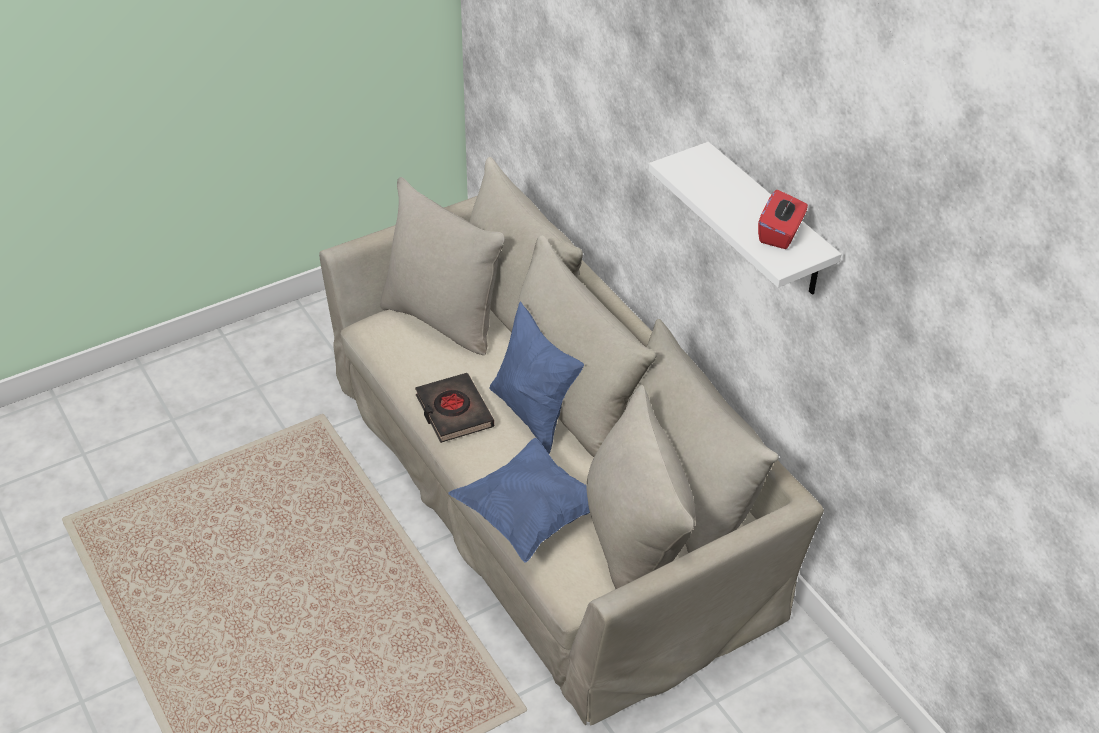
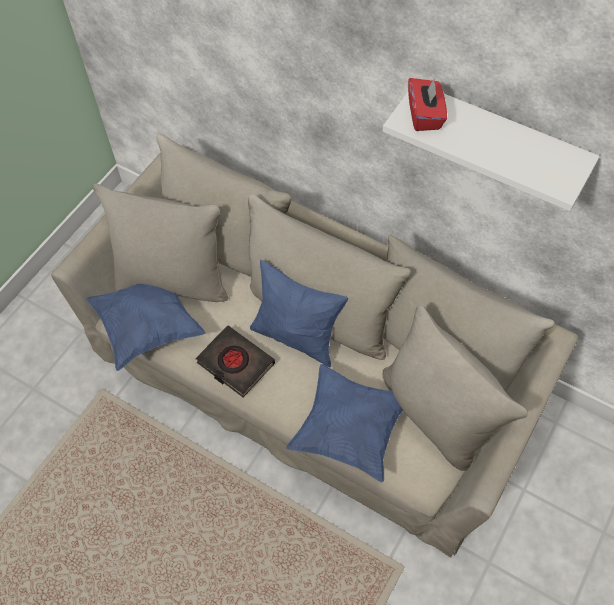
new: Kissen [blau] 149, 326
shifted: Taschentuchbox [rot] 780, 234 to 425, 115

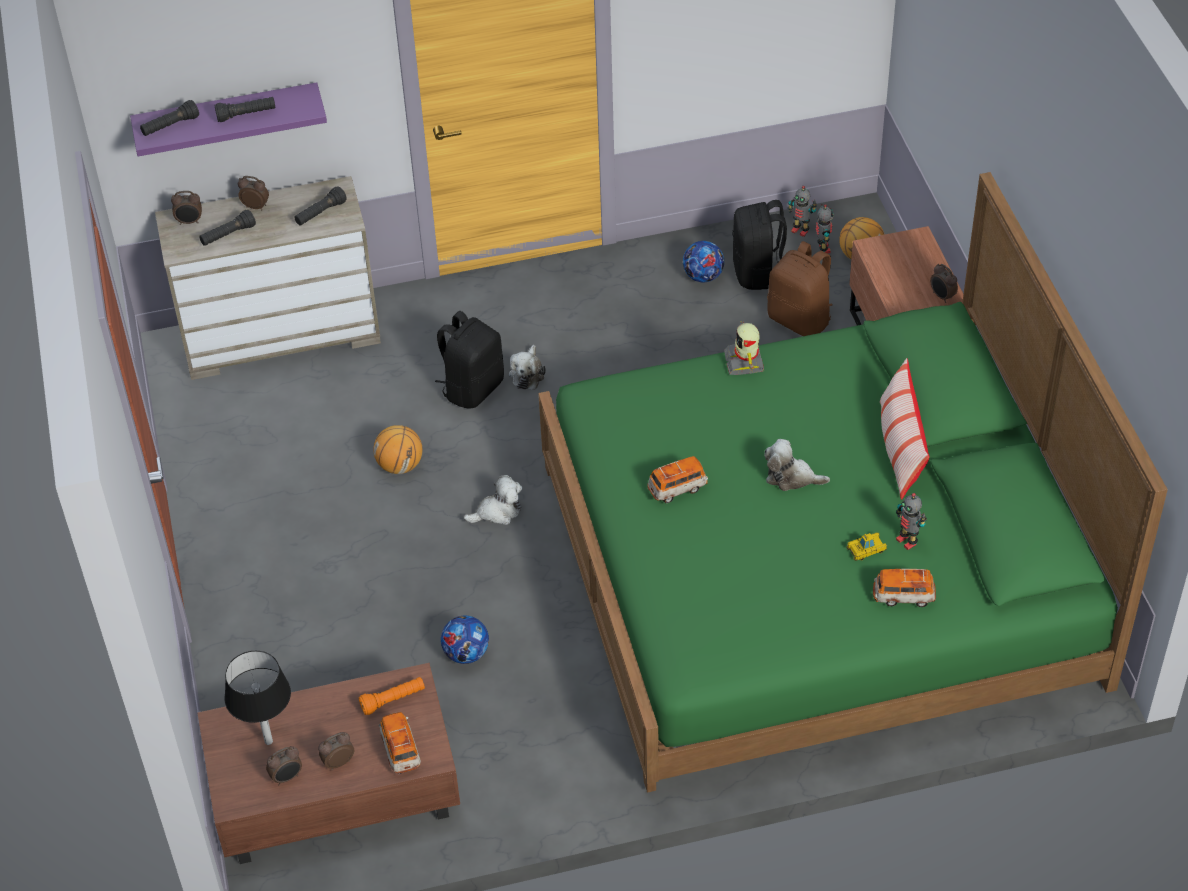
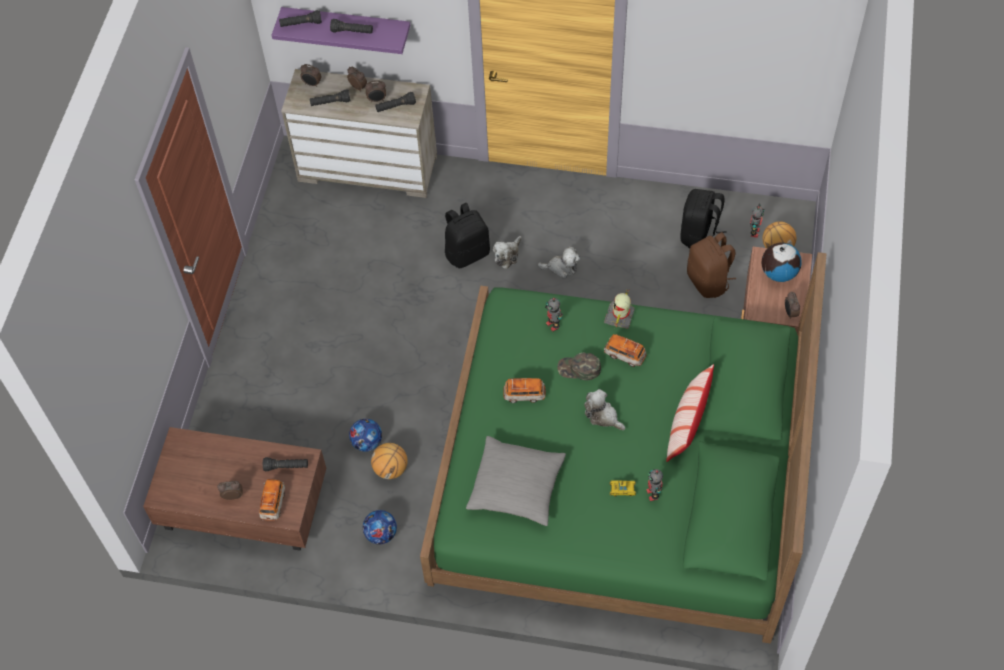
gone: Tischlampe [schwarz] 269, 741
new: Globus 778, 272; Kappe [grün] 579, 369; Kissen [grau] 516, 487
shifted: Spielzeugroboter 800, 230 to 553, 325; Fußball 703, 276 to 381, 534; Basketball 400, 465 to 391, 469; Plüschtier 497, 512 to 561, 267; Spielzeugauto 903, 596 to 624, 355; Wecker 287, 777 to 377, 100
repainted: Taschenlampe [orange] 393, 700 to Taschenlampe [schwarz] 286, 467

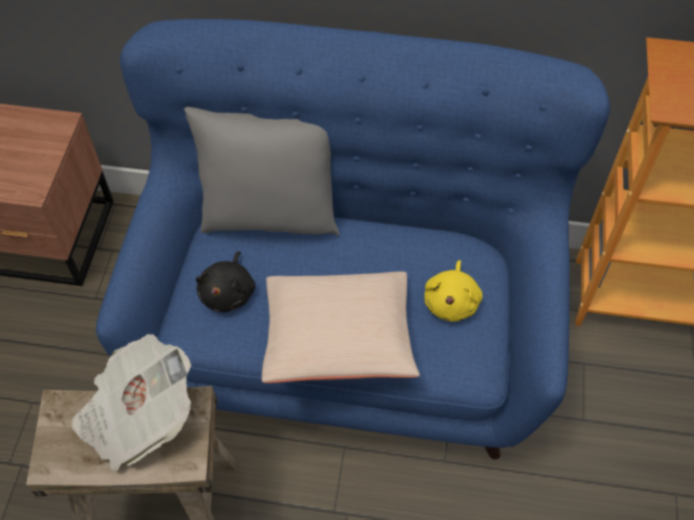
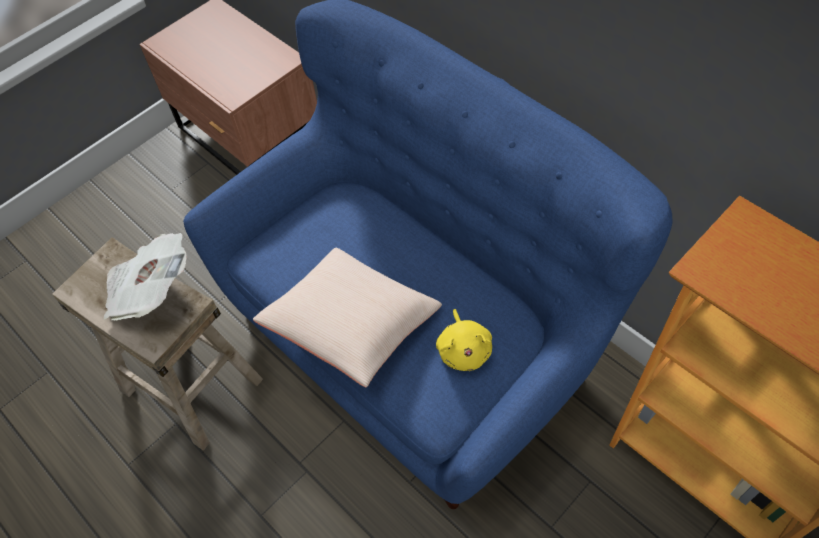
gone: Kissen [grau] 270, 216; Plüschtier [schwarz] 228, 292
rotated: Plüschtier [gelb] 451, 301 = 464, 349 60 degrees counterclockwise

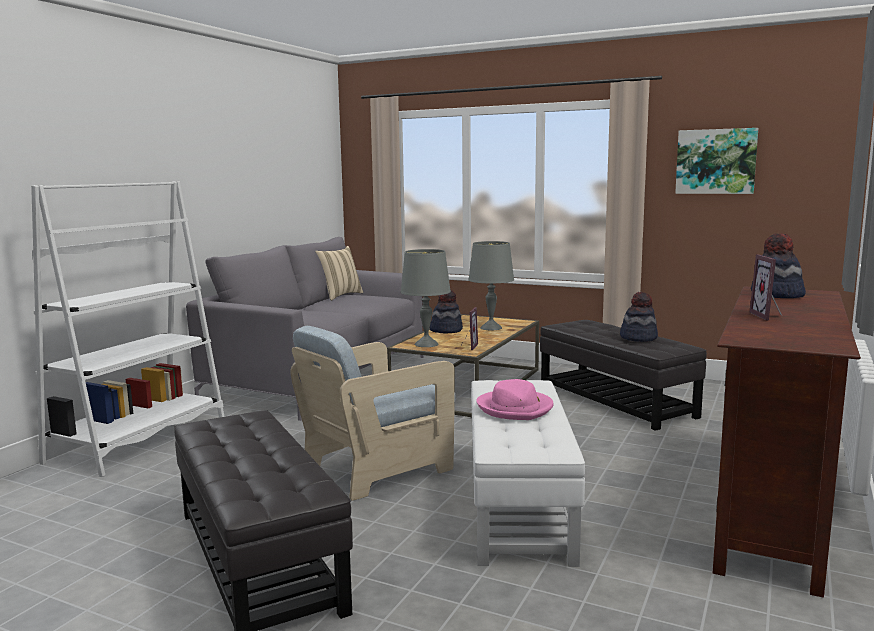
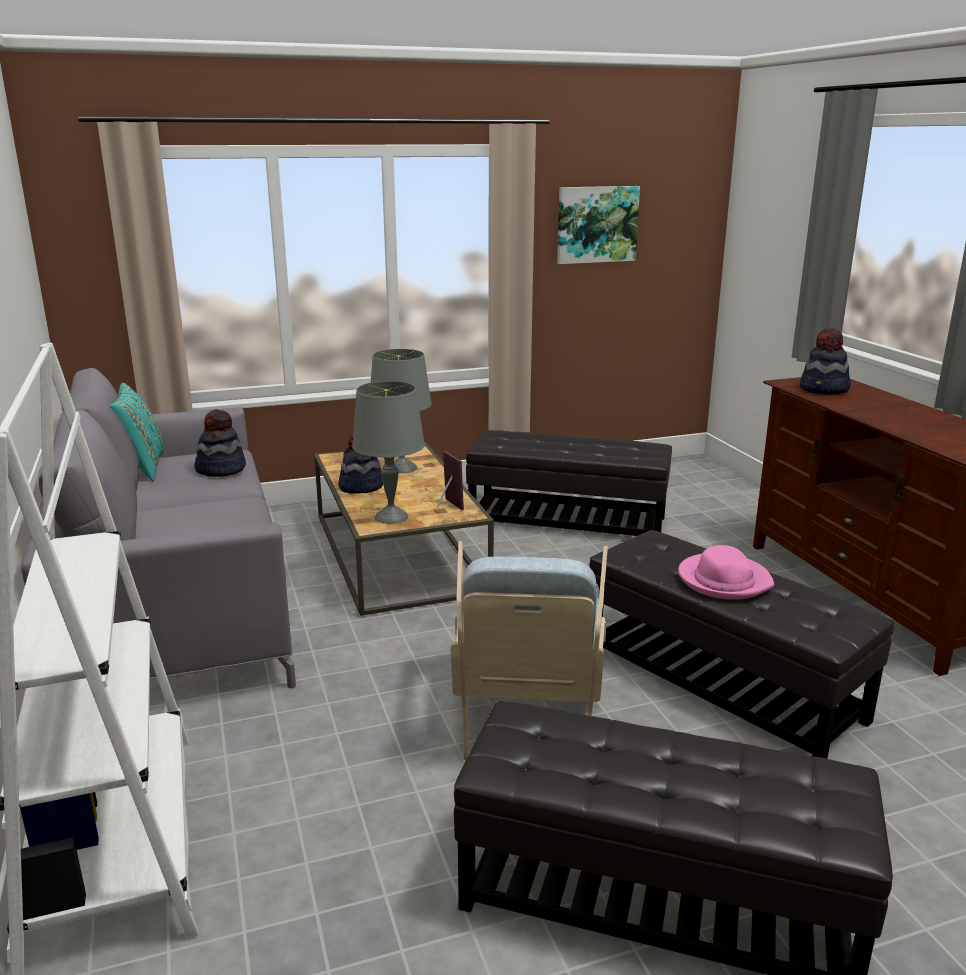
gone: Bilderrahmen 769, 316
shifted: Hut 638, 338 to 221, 469
repainted: Kissen [beige] 339, 296 to Kissen [türkis] 141, 468; Polsterhocker [weiß] 519, 504 to Polsterhocker [schwarz] 721, 682

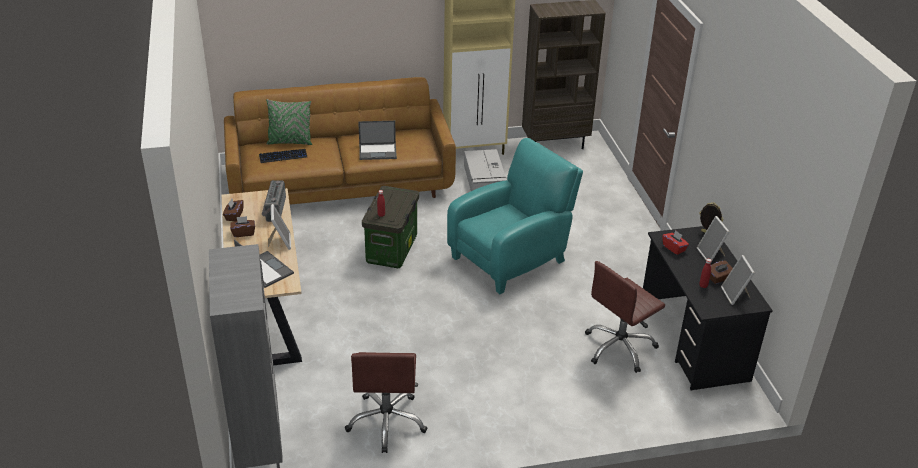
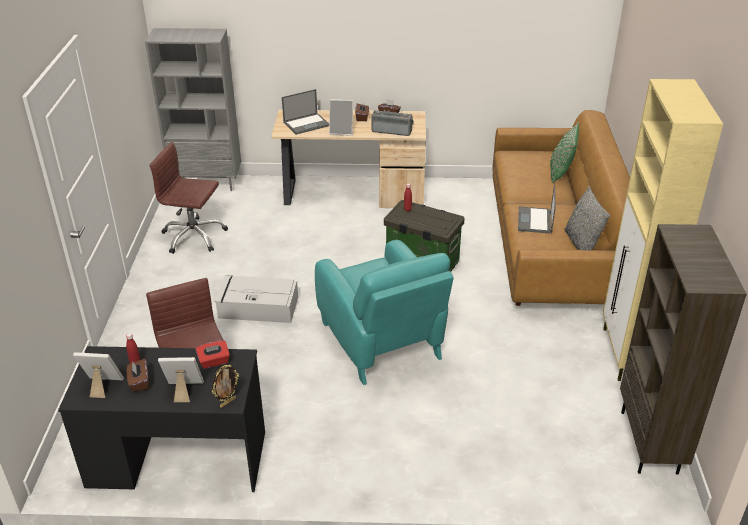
gone: Tastatur 283, 156
new: Kissen [grau] 581, 244
shifted: Aufbewahrungsbox [grau] 484, 180 to 257, 307

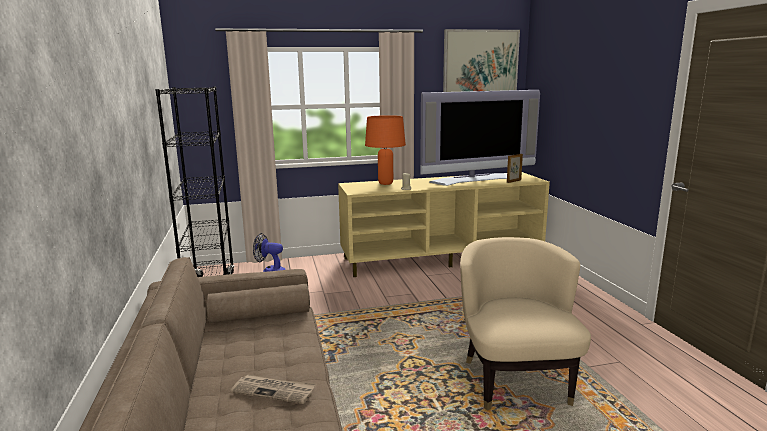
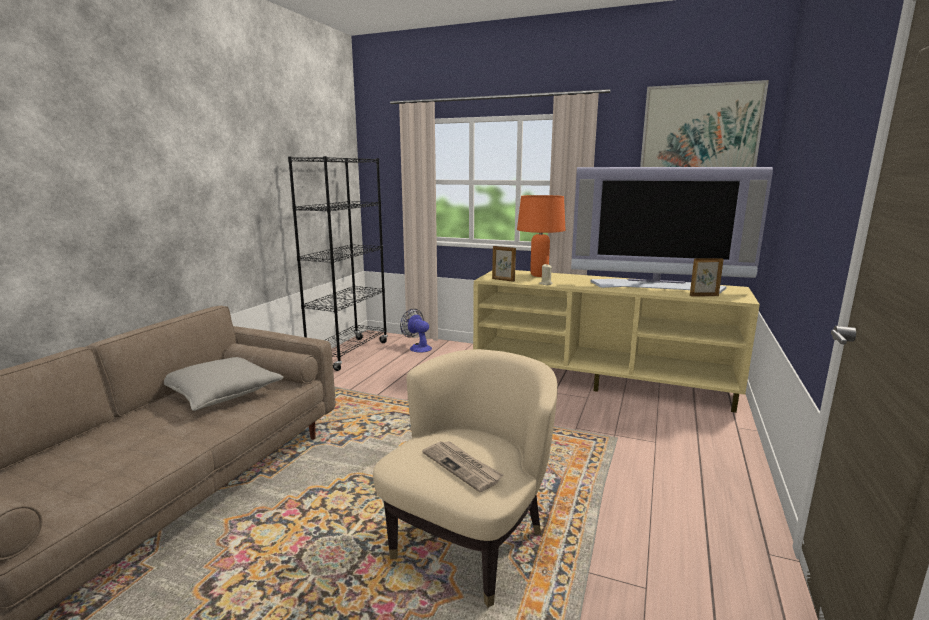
new: Bilderrahmen 503, 280; Kissen [grau] 222, 394
shifted: Zeitung 274, 390 to 462, 467

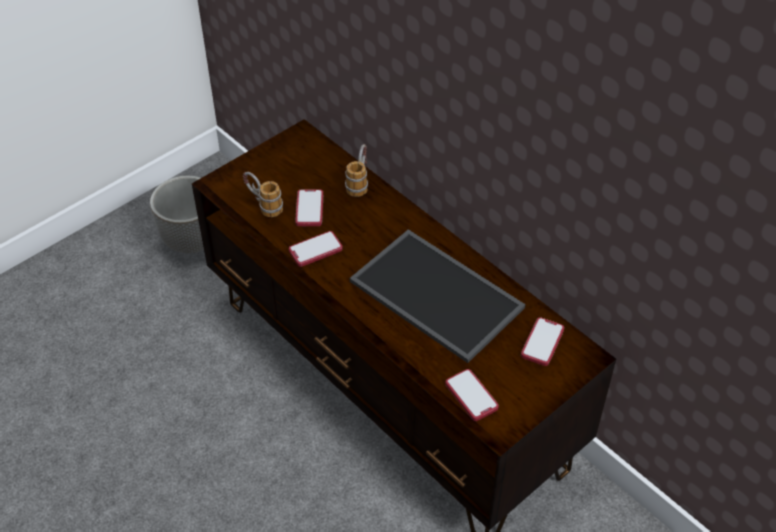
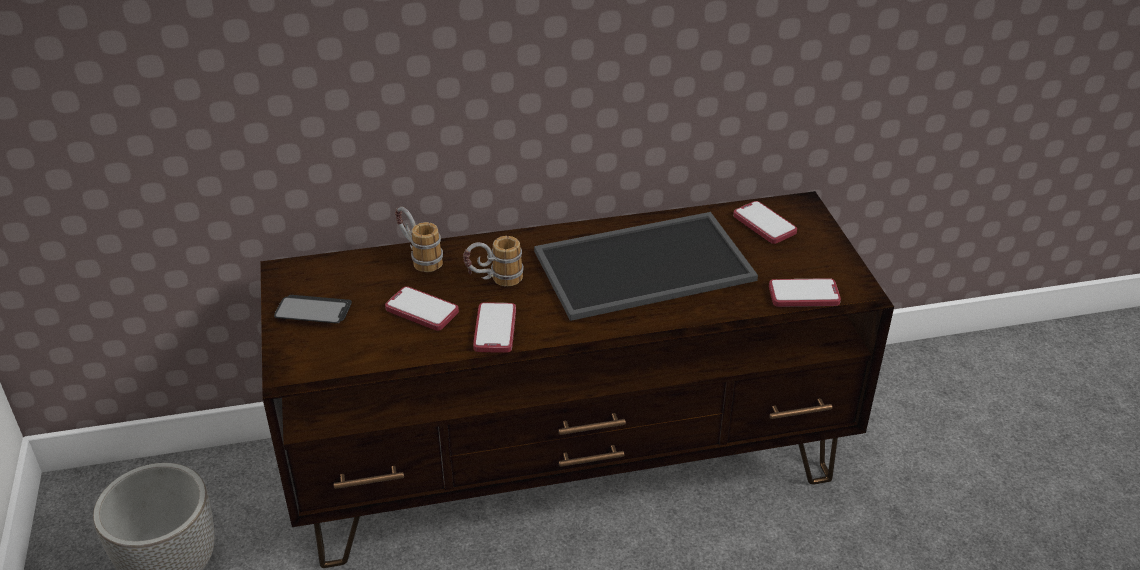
new: Handy 313, 311
shifted: Henkelbecher 263, 205 to 494, 281

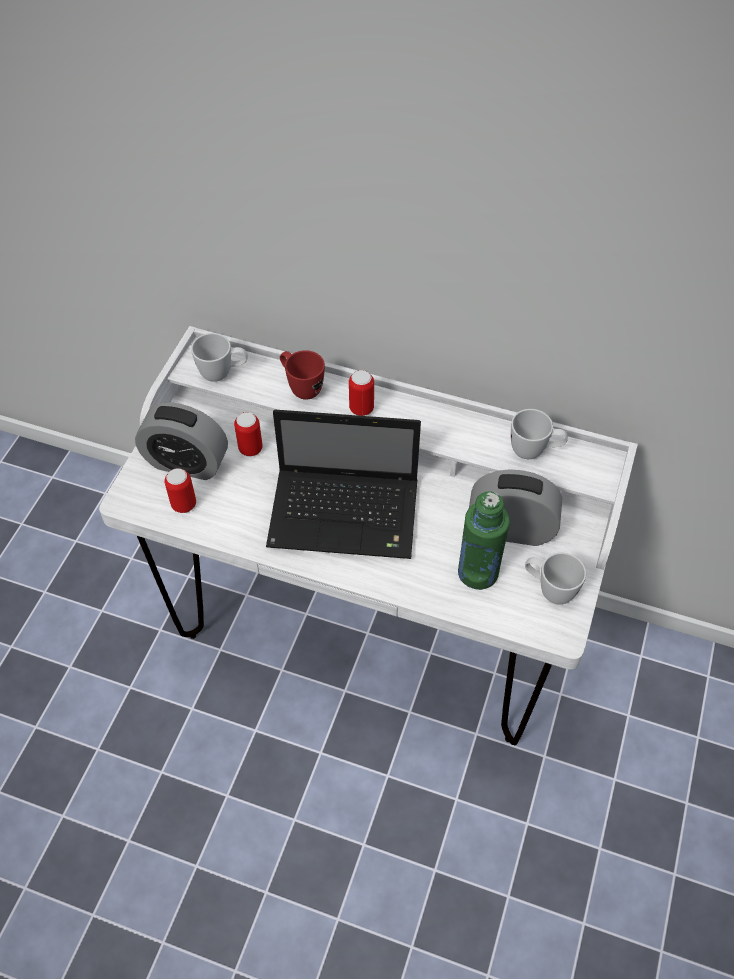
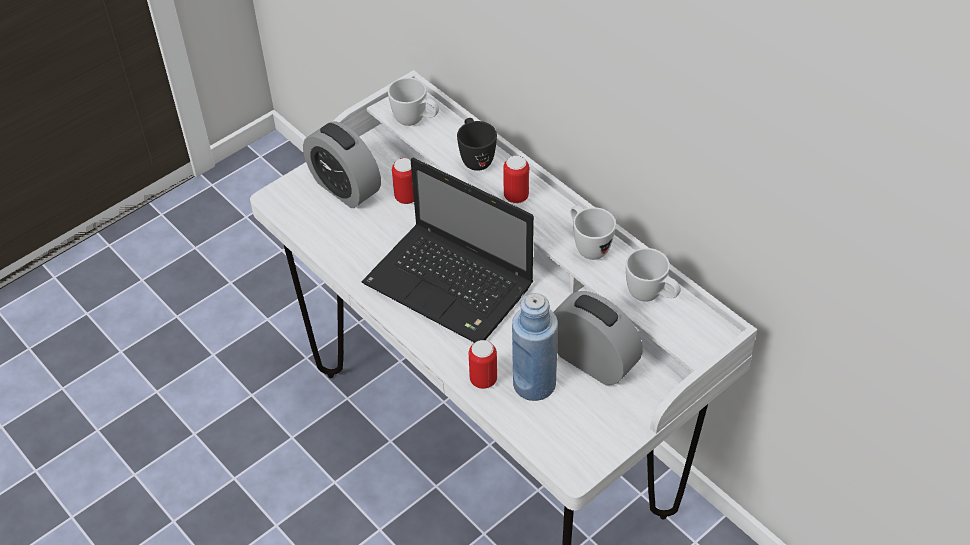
shifted: Dose 184, 504 to 483, 380; Henkelbecher [weiß] 549, 589 to 588, 246
repainted: Henkelbecher [rot] 301, 387 to Henkelbecher [schwarz] 475, 158; Flasche [grün] 478, 572 to Flasche [blau] 534, 384

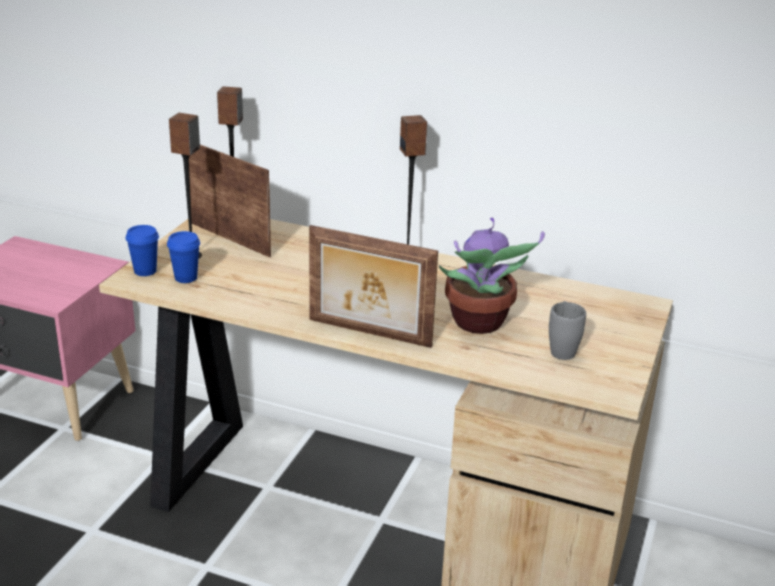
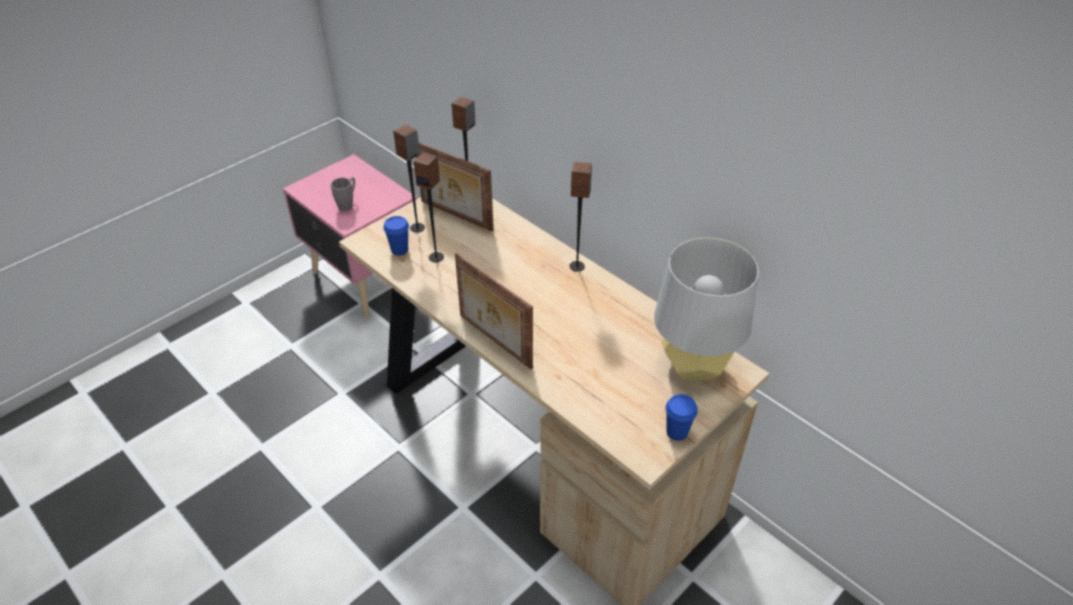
gone: Topfpflanze 479, 323
new: Lautsprecher 436, 257; Tischlampe [grau] 693, 367
shifted: Tasse [blau] 145, 271 to 677, 432; Henkelbecher [grau] 562, 349 to 348, 204
rotated: Bilderrahmen 231, 238 = 455, 216 150 degrees clockwise

